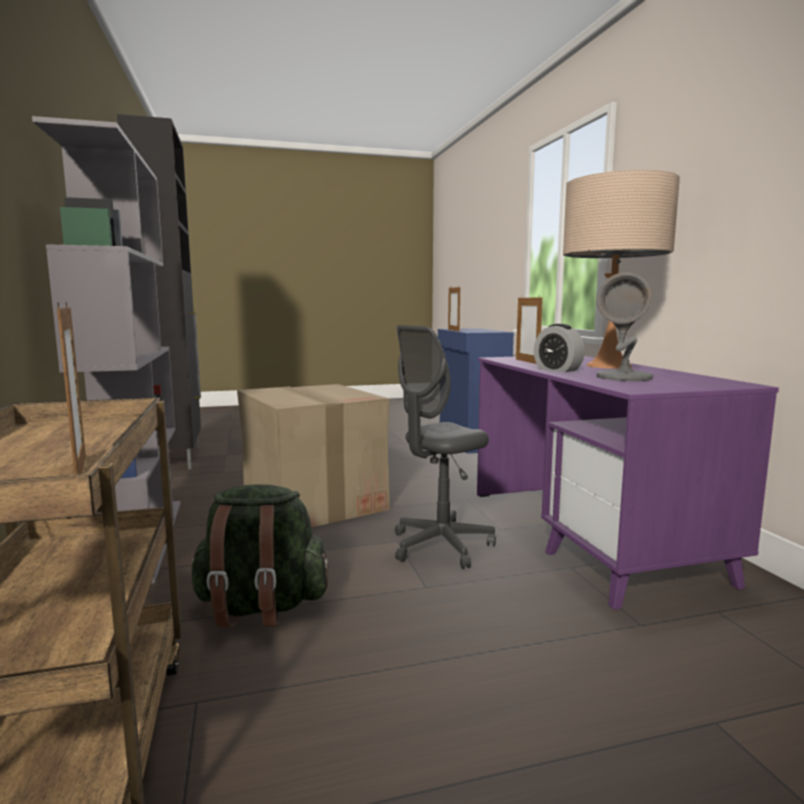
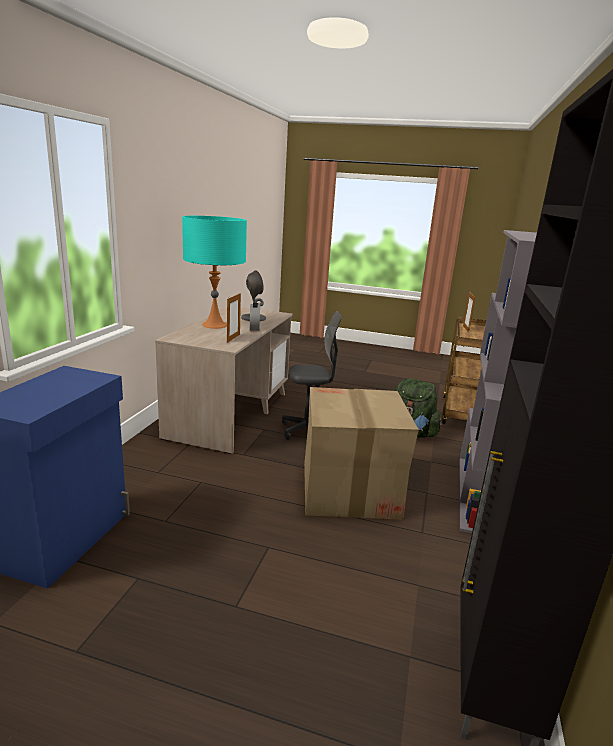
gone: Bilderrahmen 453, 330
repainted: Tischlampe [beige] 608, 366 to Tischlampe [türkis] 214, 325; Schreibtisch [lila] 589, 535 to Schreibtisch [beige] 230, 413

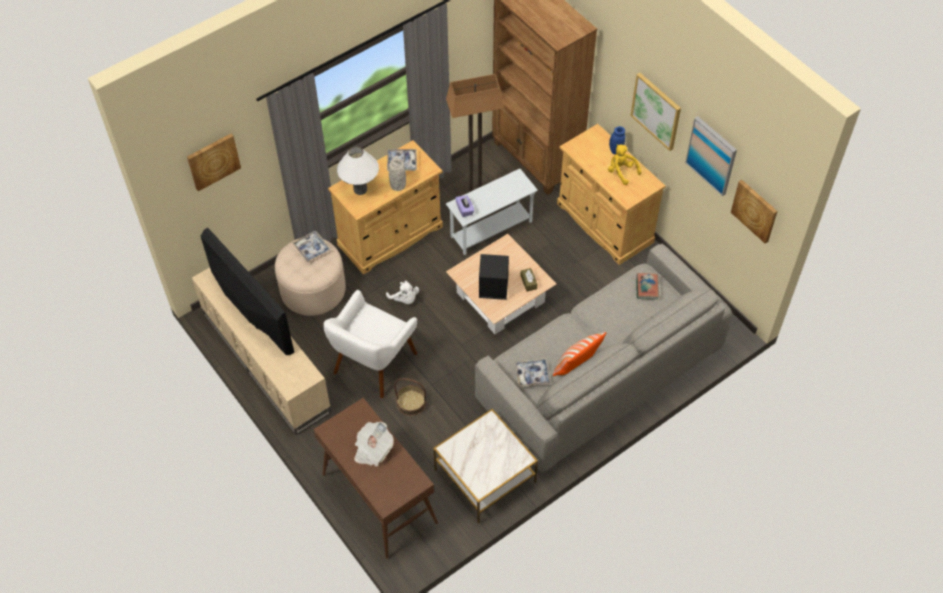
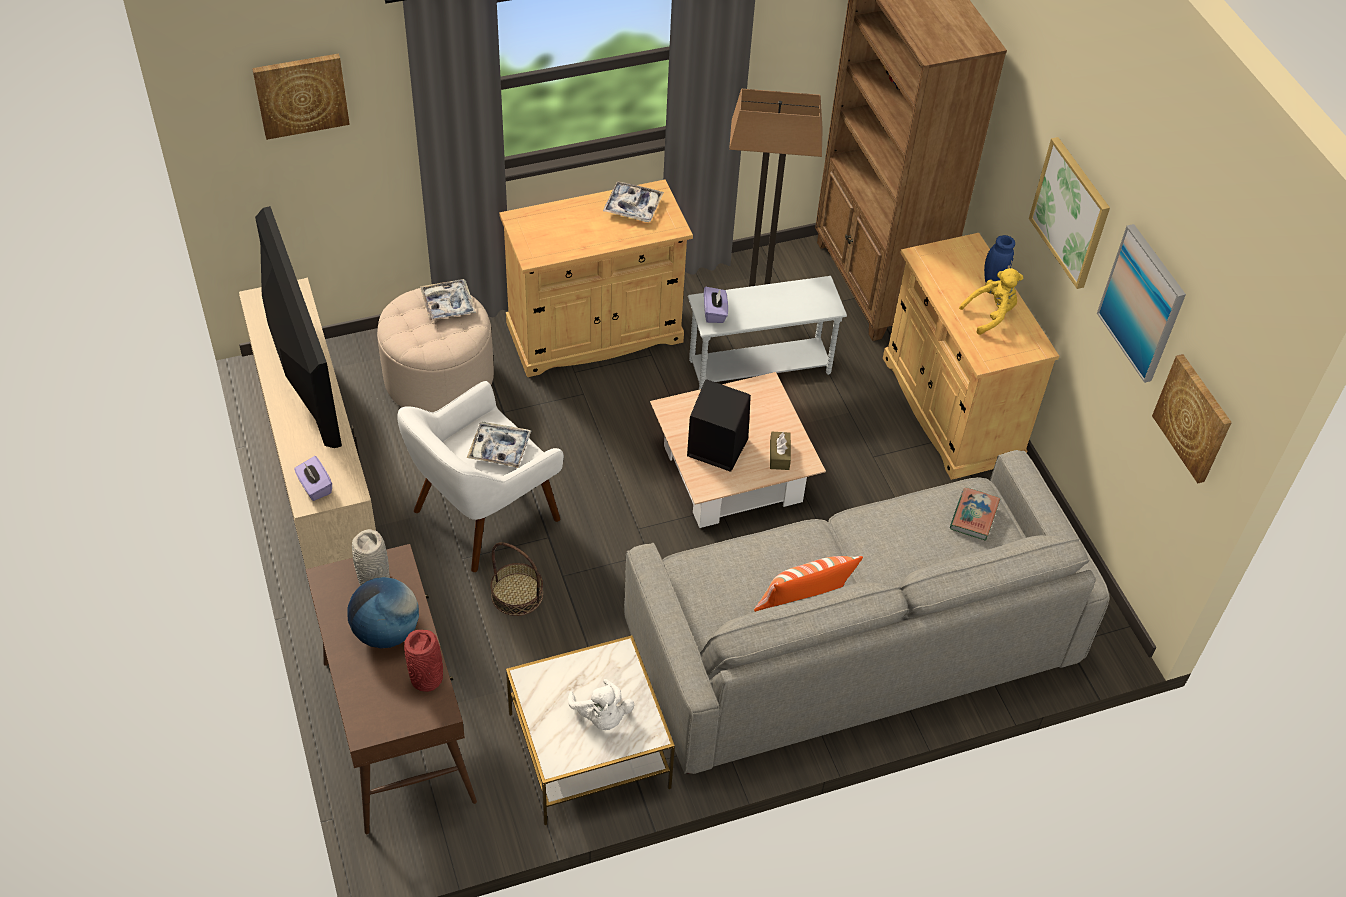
gone: Tischlampe [weiß] 360, 189
new: Taschentuchbox [lila] 315, 487; Vase [rot] 427, 678
shifted: Vase [grau] 397, 185 to 374, 579; Plüschtier [weiß] 404, 299 to 601, 716; Tablett 532, 374 to 499, 449
swapped: Zeitung 372, 449 to Globus 386, 632
rotated: Plüschtier [gelb] 621, 172 = 991, 314 90 degrees clockwise

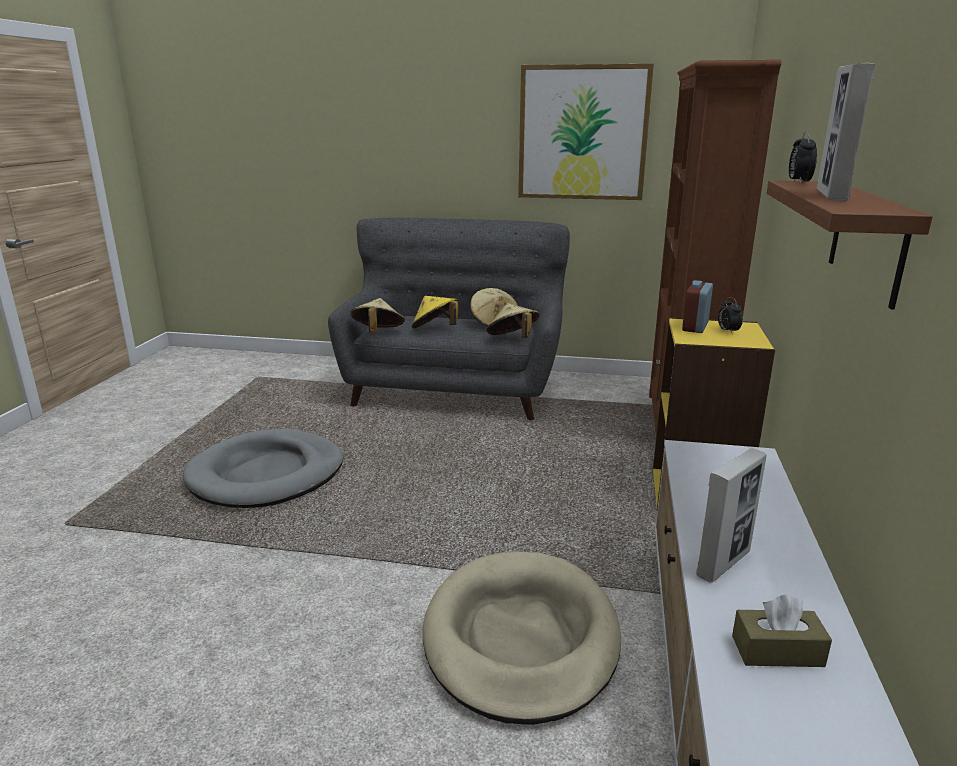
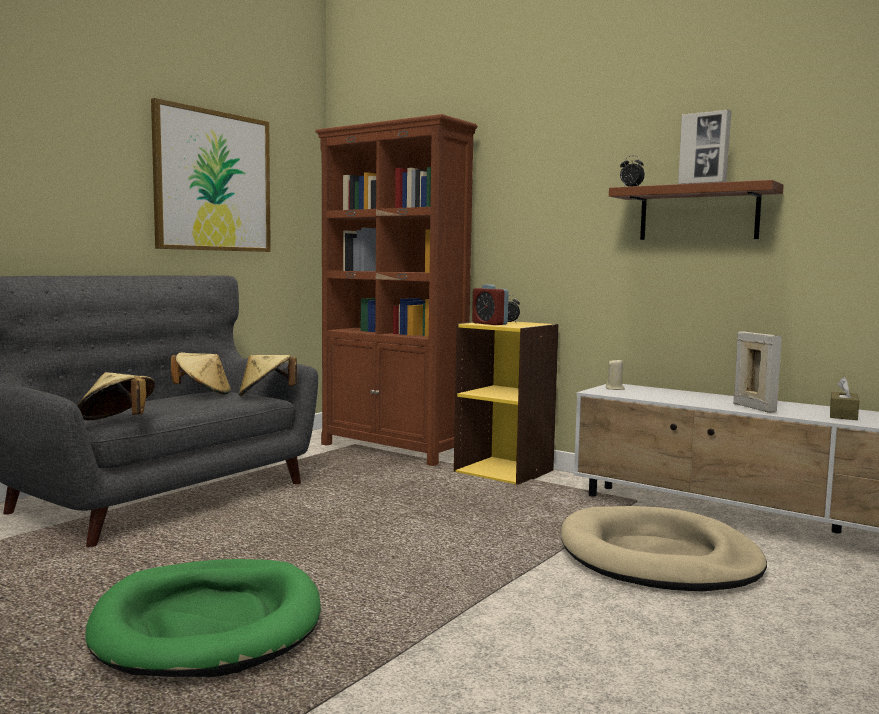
gone: Hut [gelb] 435, 329
new: Kerze [beige] 615, 389
repainted: Hundebett [grau] 267, 474 to Hundebett [grün] 209, 624

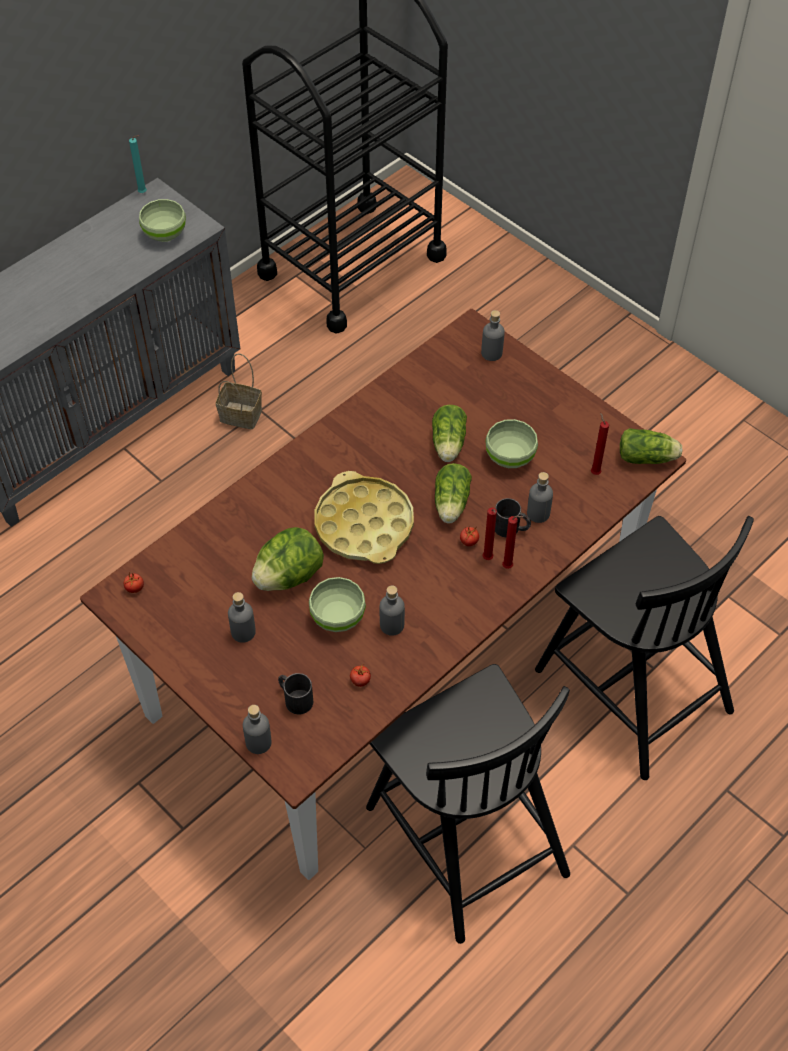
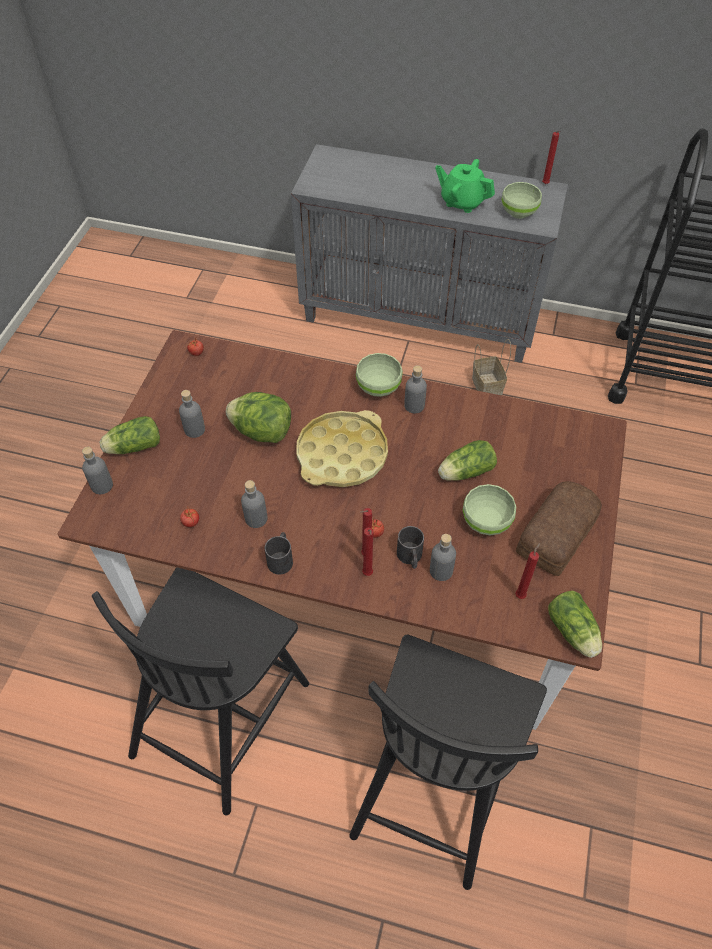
new: Teekanne [grün] 462, 202; Brot 558, 535
shifted: Flasche [grau] 491, 353 to 414, 406; Salatkopf 451, 505 to 132, 447; Schüssel [grün] 339, 617 to 379, 388; Henkelbecher [schwarz] 294, 698 to 281, 558
repainted: Kerze [türkis] 144, 193 to Kerze [rot] 545, 184

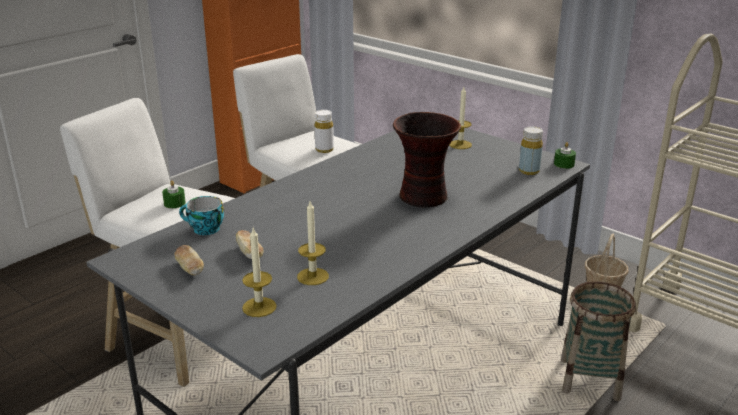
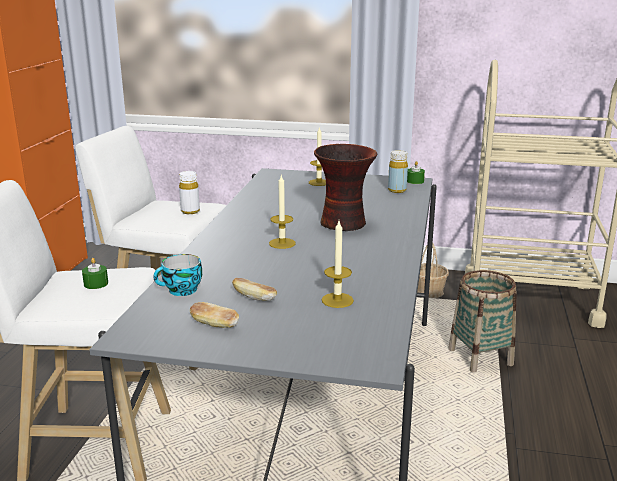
shifted: Kerze 259, 307 to 282, 243

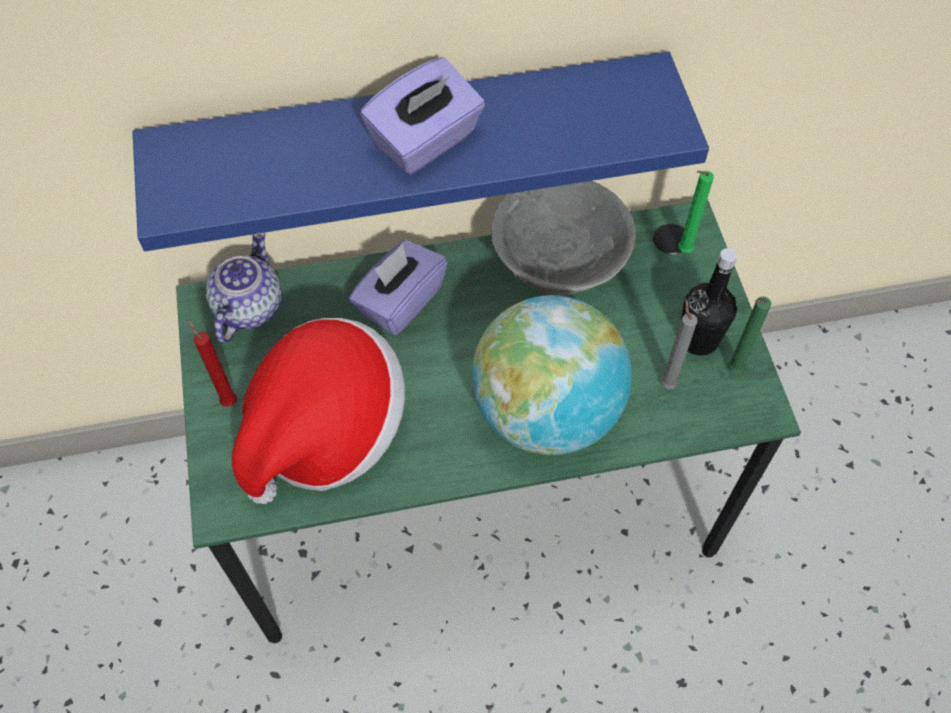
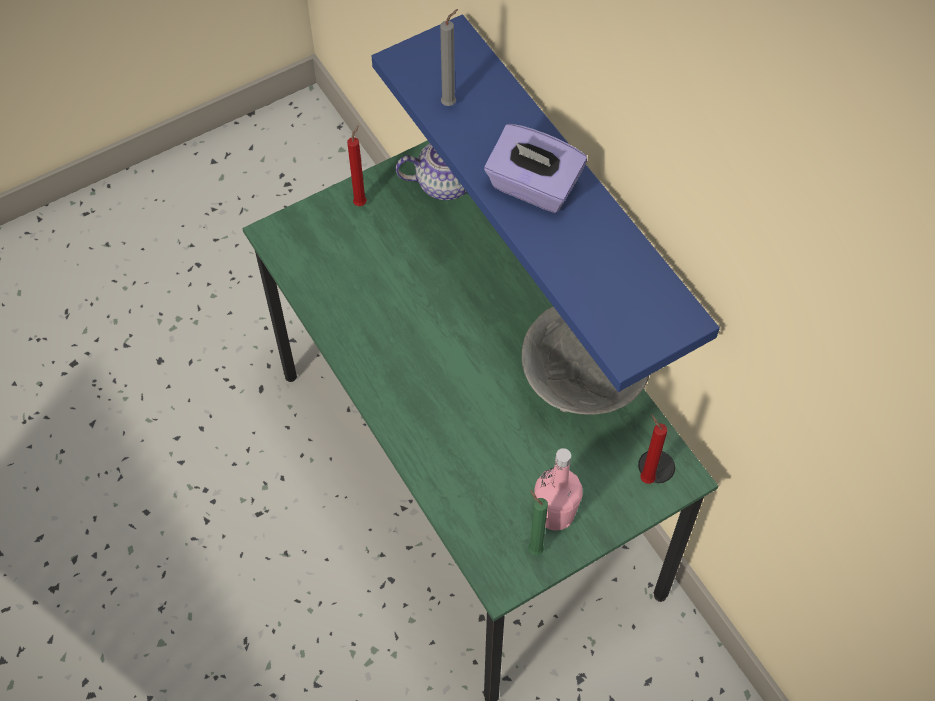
gone: Taschentuchbox [lila] 400, 302; Globus 547, 411; Hut 324, 430
shifted: Kerze [grau] 666, 382 to 450, 103
repainted: Kerze [grün] 682, 251 to Kerze [rot] 645, 477; Flasche [schwarz] 698, 339 to Flasche [rosa] 555, 513

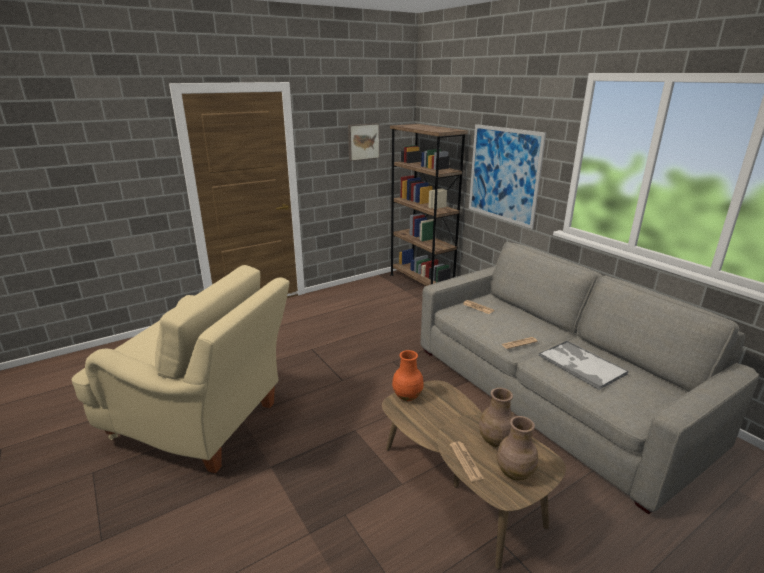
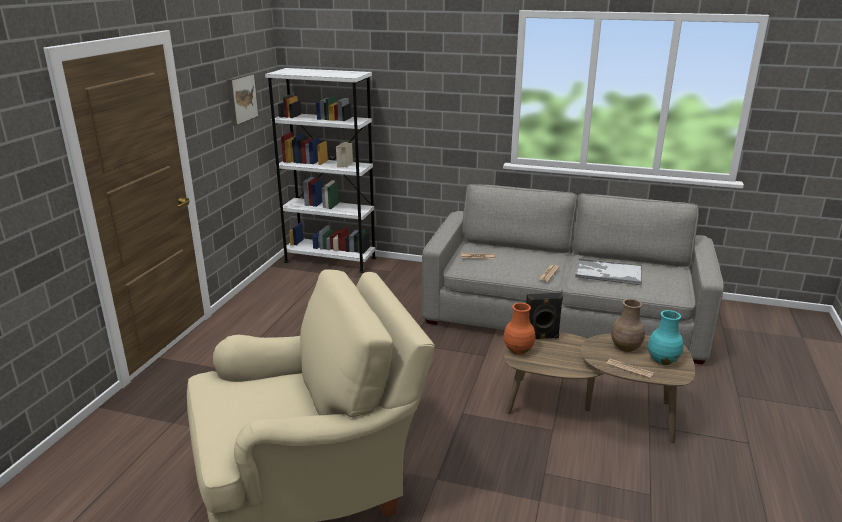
gone: Bild 503, 174
new: Lautsprecher [schwarz] 541, 337
repainted: Bücherregal [braun] 421, 282 to Bücherregal [weiß] 330, 260; Vase [braun] 514, 472 to Vase [türkis] 662, 360

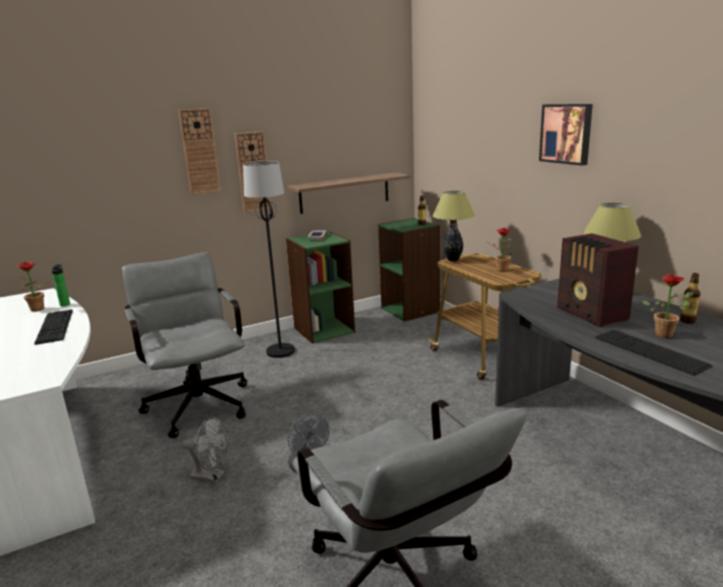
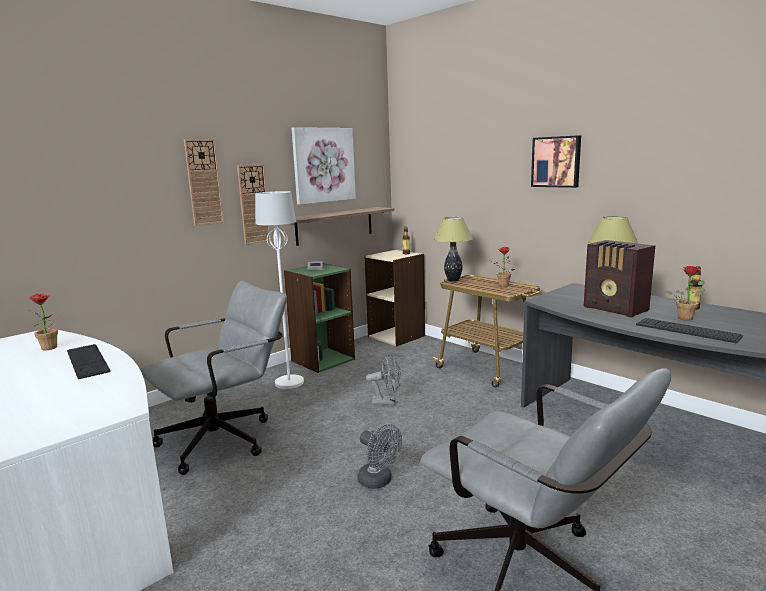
gone: Flasche 65, 304
new: Bild 323, 165
shifted: Ventilator [grau] 212, 476 to 387, 401
repainted: Stehlampe [schwarz] 280, 351 to Stehlampe [weiß] 289, 382; Bücherregal [grün] 411, 310 to Bücherregal [beige] 397, 336
rotated: Bürostuhl [grau] 197, 401 = 226, 438 90 degrees clockwise

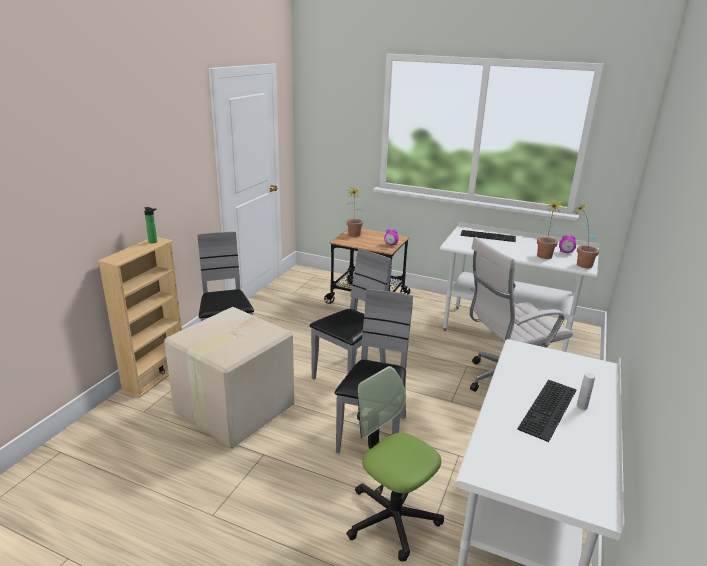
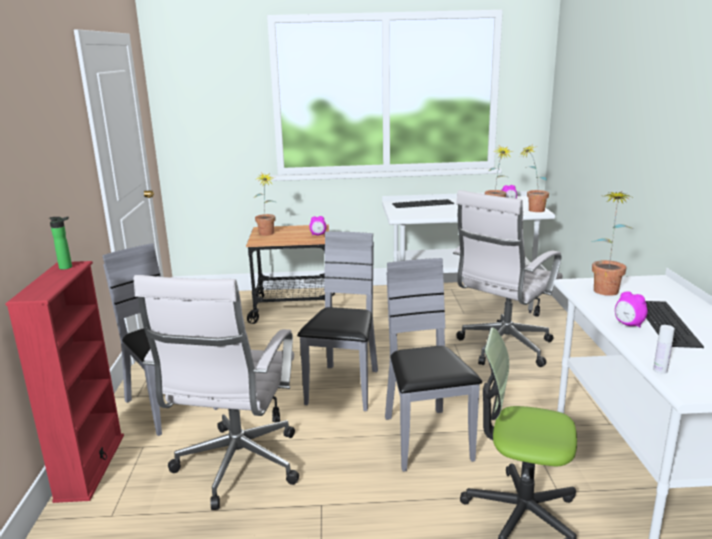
new: Topfpflanze 606, 288; Wecker 628, 324
shifted: Flasche [weiß] 581, 406 to 660, 370
swapped: Karton 233, 409 to Bürostuhl [weiß] 236, 469
repainted: Bücherregal [beige] 155, 376 to Bücherregal [rot] 90, 467

